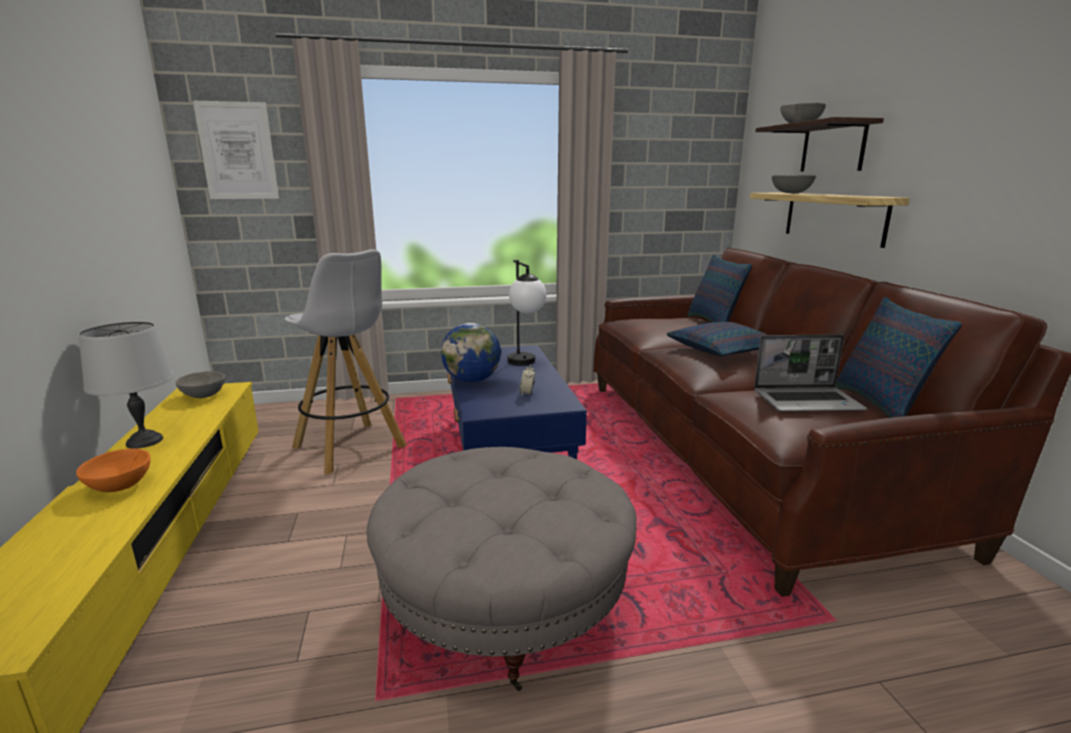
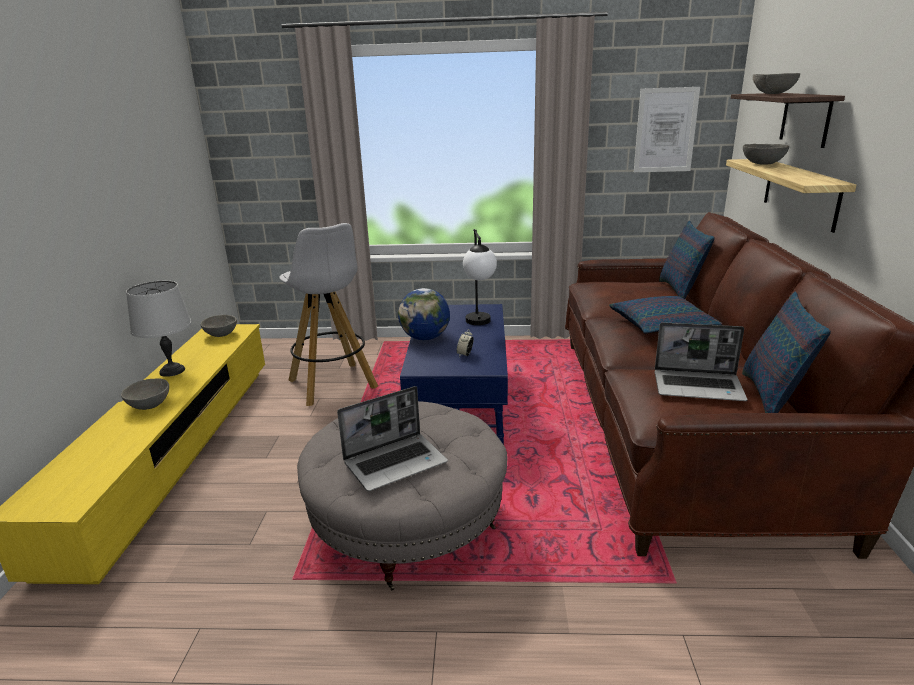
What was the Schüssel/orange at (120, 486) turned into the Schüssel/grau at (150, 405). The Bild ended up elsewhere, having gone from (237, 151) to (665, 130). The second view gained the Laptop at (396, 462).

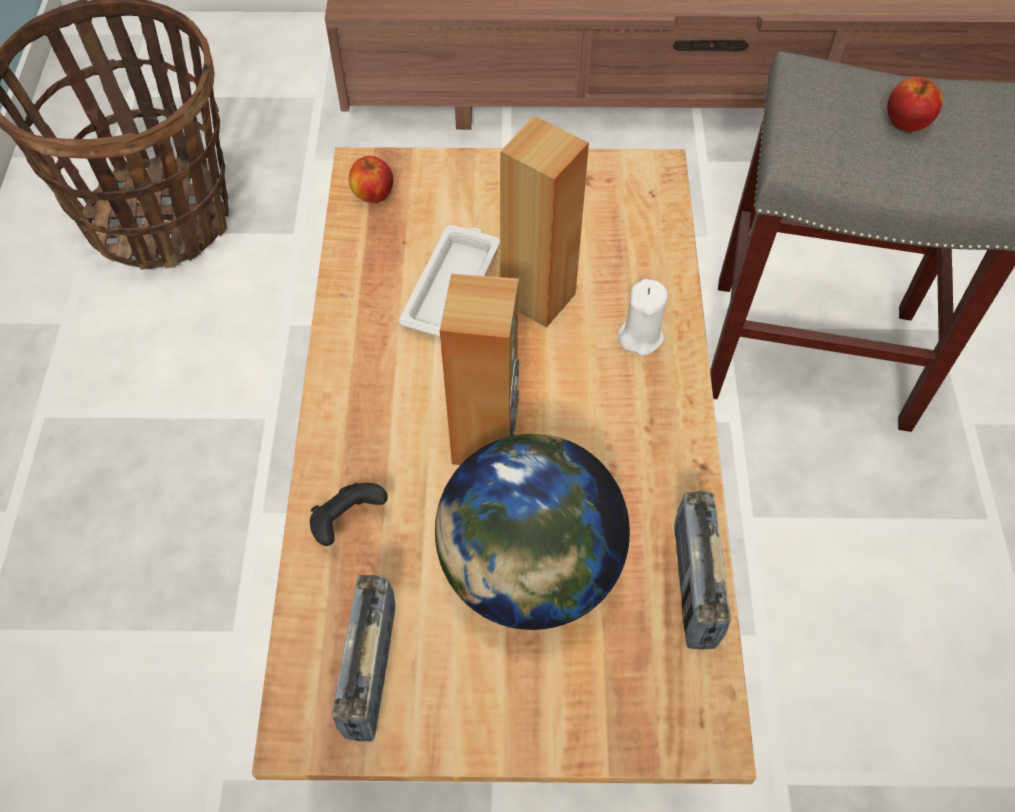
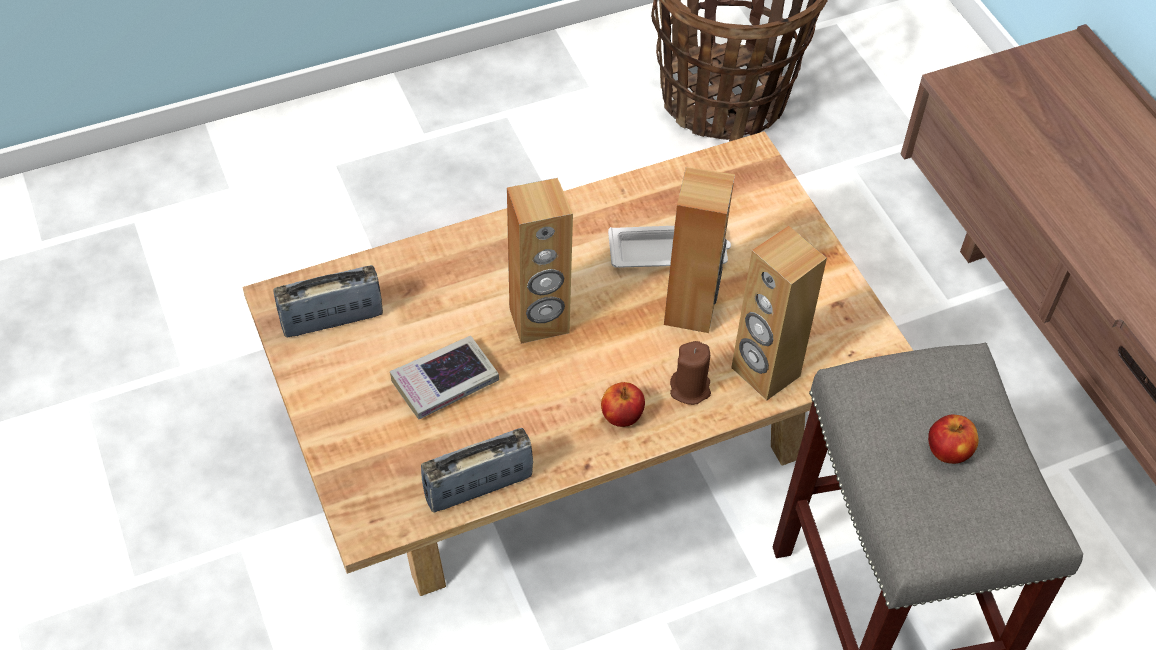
The second view lost the Gamepad/schwarz at (347, 521). The Apfel ended up elsewhere, having gone from (373, 195) to (621, 416). Where the Globus stood at (529, 570), the Buch came to stand at (445, 382). What was the Kerze/weiß at (640, 336) turned into the Kerze/braun at (690, 389). The second view gained the Lautsprecher/braun at (765, 372).

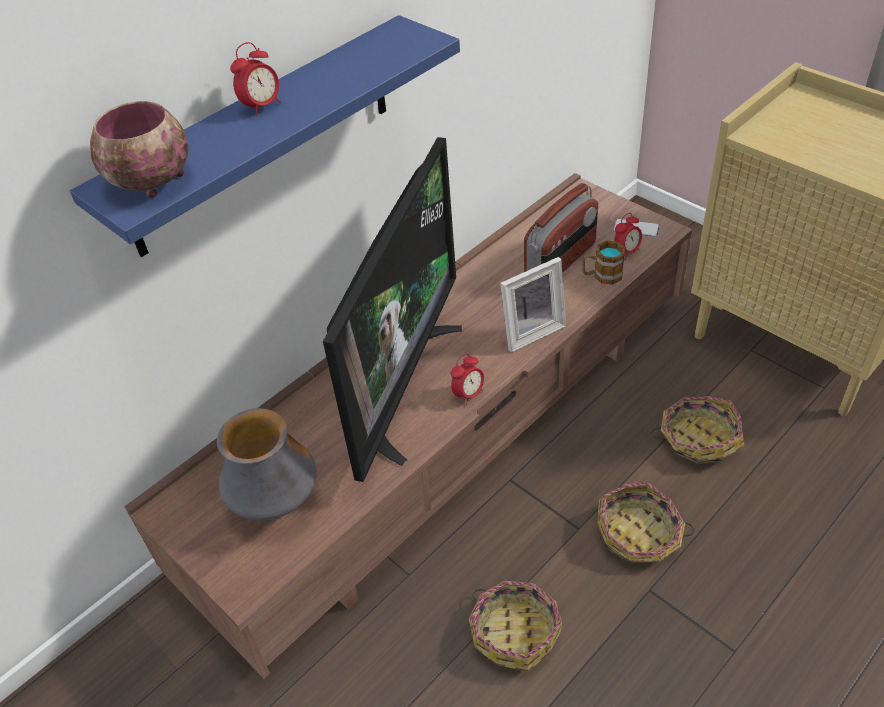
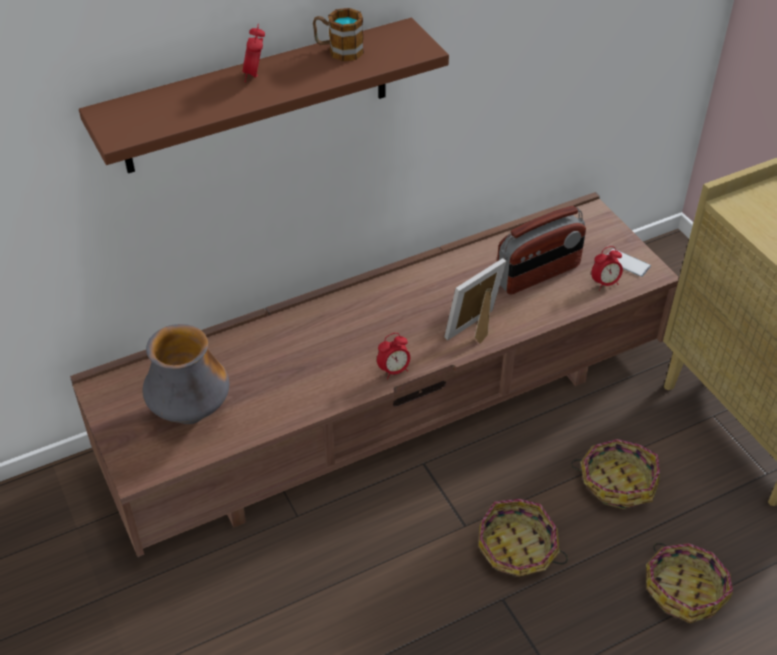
What was the Wandregal/blau at (261, 136) turned into the Wandregal/braun at (257, 97). The second view lost the Schüssel at (152, 183). The Wecker at (262, 106) ended up facing another way, 120 degrees clockwise from before. The second view lost the Fernseher at (401, 385). The Korb ended up elsewhere, having gone from (515, 631) to (684, 589). The Bilderrahmen at (530, 331) ended up facing another way, 150 degrees clockwise from before. The Henkelbecher ended up elsewhere, having gone from (602, 275) to (338, 51).

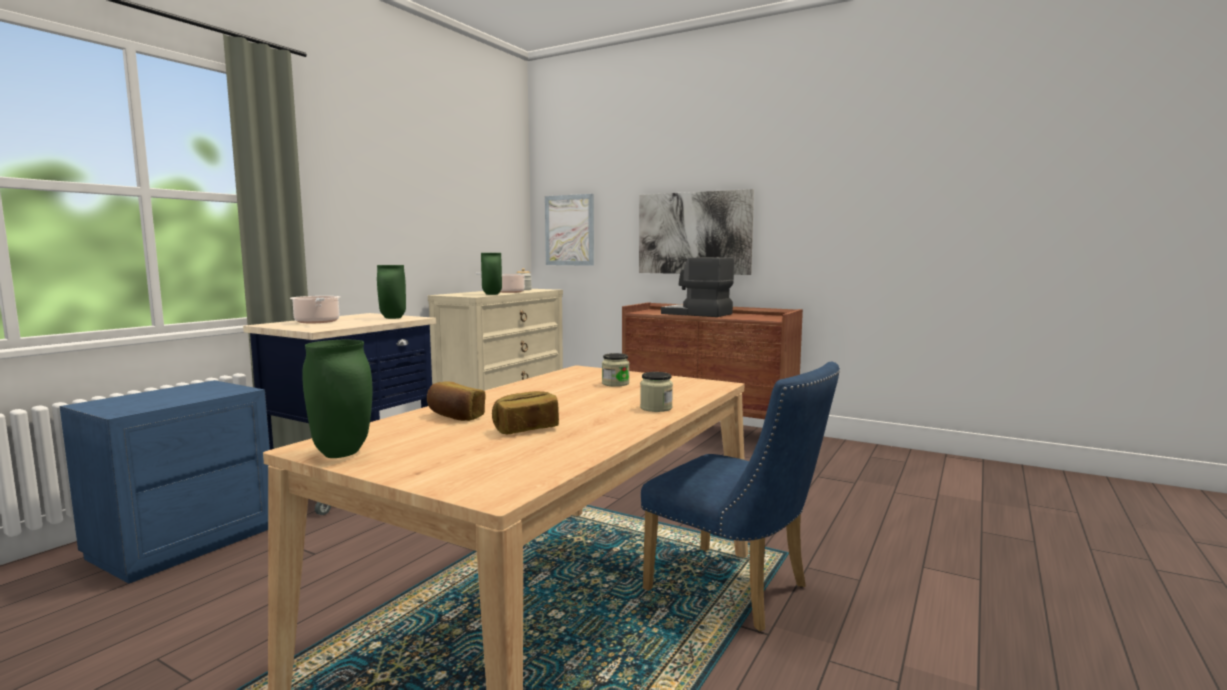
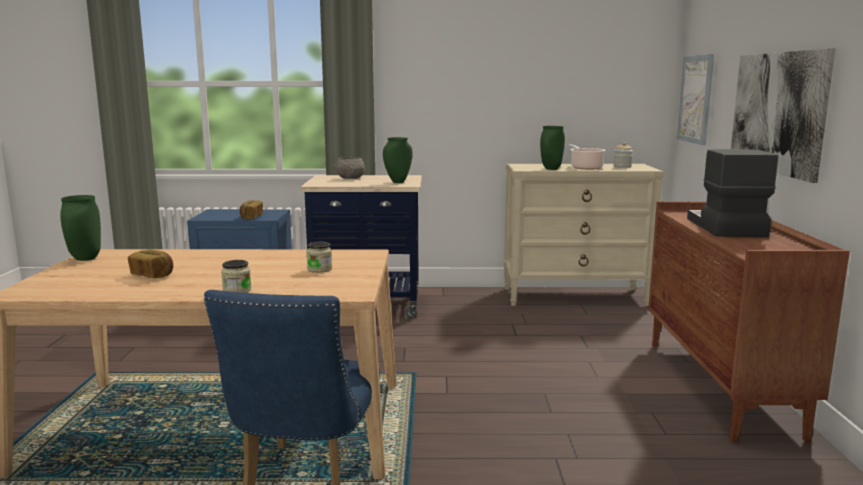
Where the Kochtopf stood at (317, 322), the Schüssel/grau came to stand at (350, 178). The Brot ended up elsewhere, having gone from (455, 416) to (251, 217).

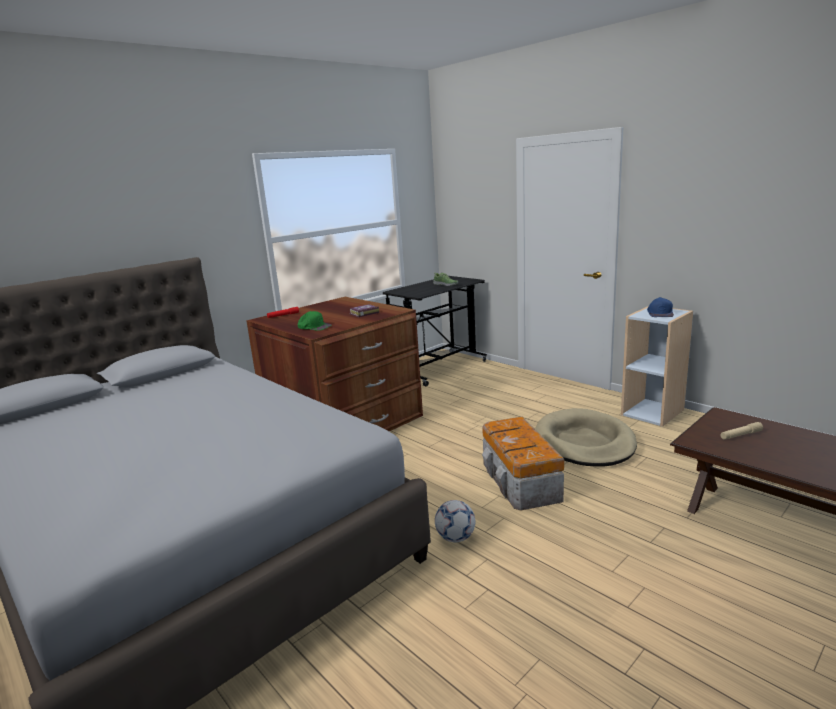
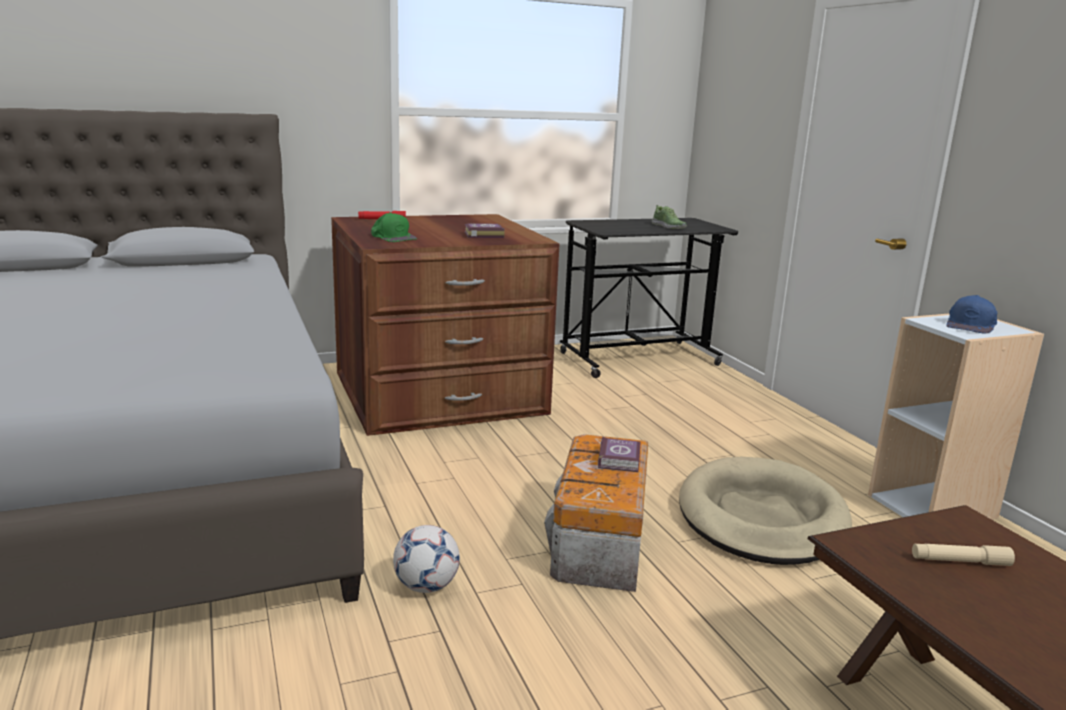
The second view gained the Buch at (620, 459).

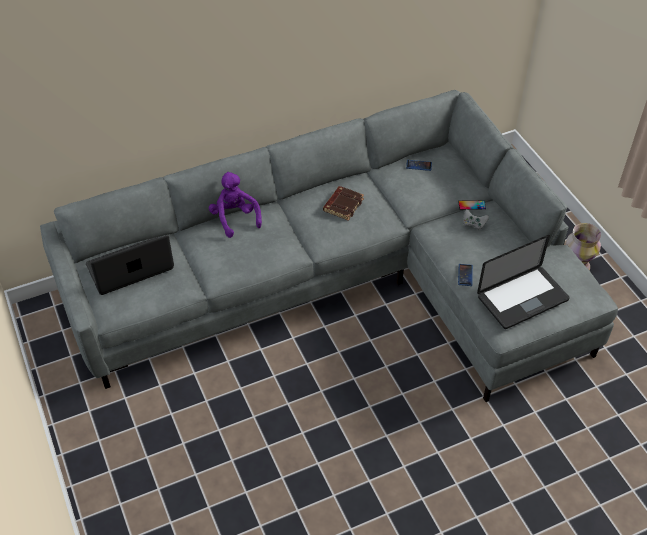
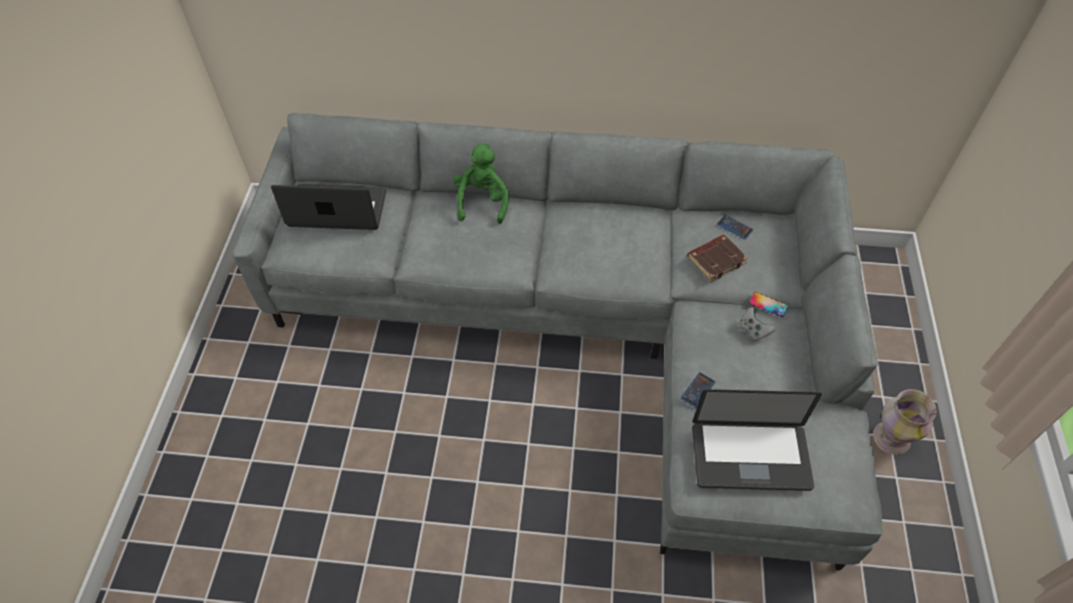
What was the Plüschtier/lila at (235, 218) turned into the Plüschtier/grün at (482, 201). The Buch/braun ended up elsewhere, having gone from (343, 205) to (716, 259).

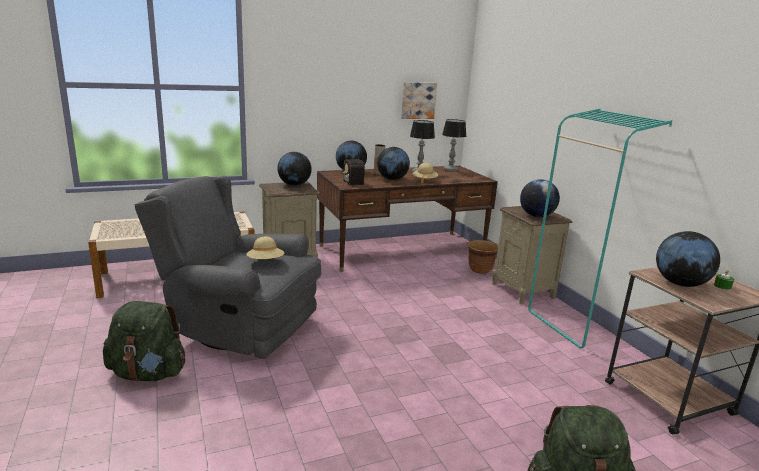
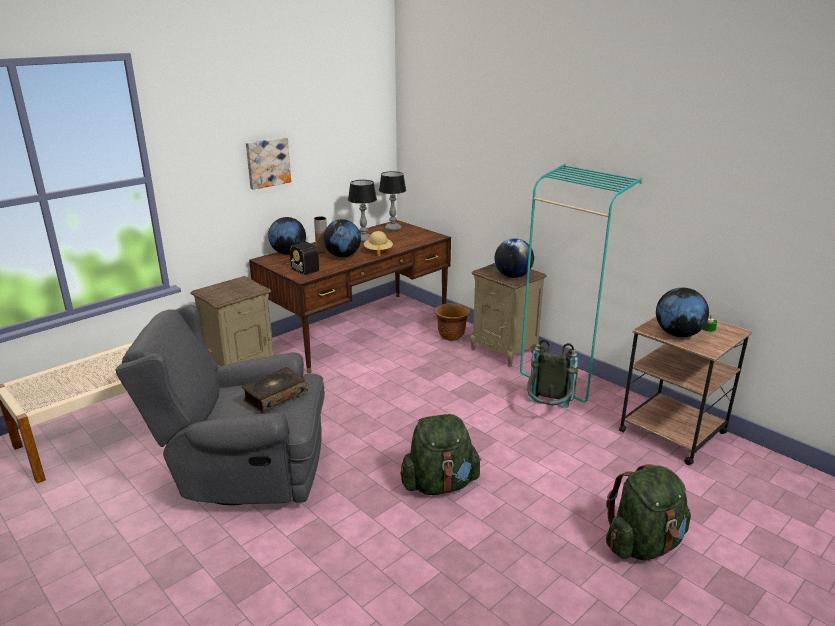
The Rucksack/grün ended up elsewhere, having gone from (148, 373) to (440, 484). Where the Hut/beige stood at (265, 262), the Buch came to stand at (275, 396). The second view lost the Globus at (294, 185). The Bild ended up elsewhere, having gone from (418, 100) to (267, 162). The second view gained the Rucksack/grau at (548, 411).

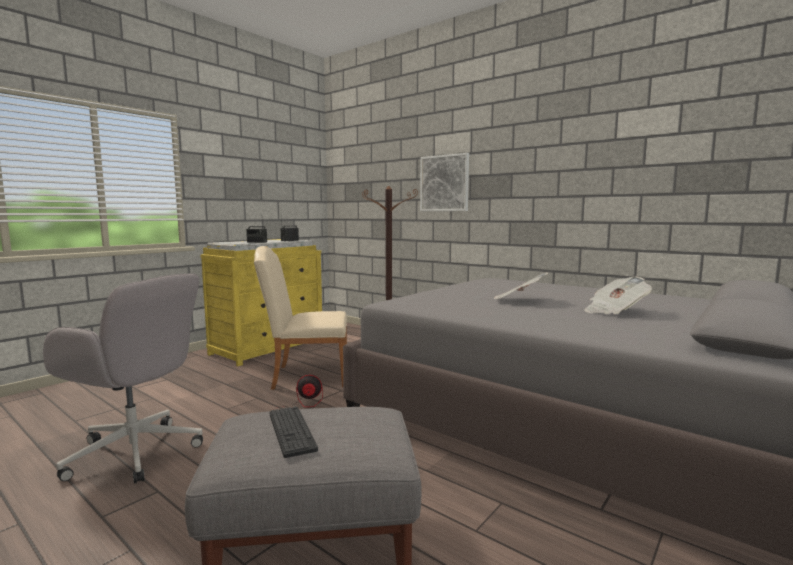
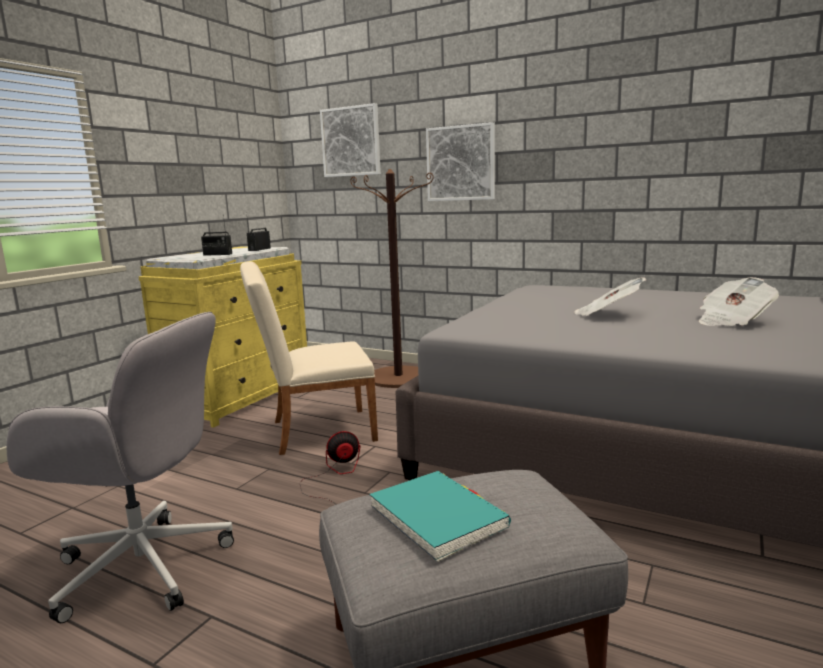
Where the Tastatur stood at (291, 431), the Buch/türkis came to stand at (437, 518). The second view gained the Bild at (351, 141).

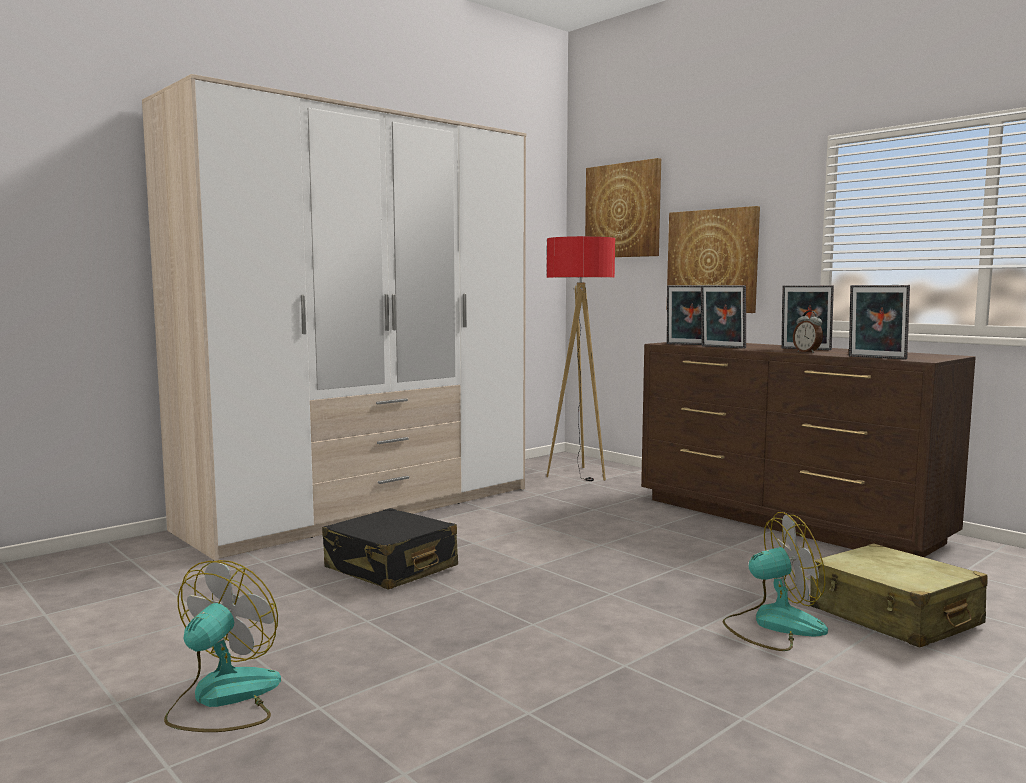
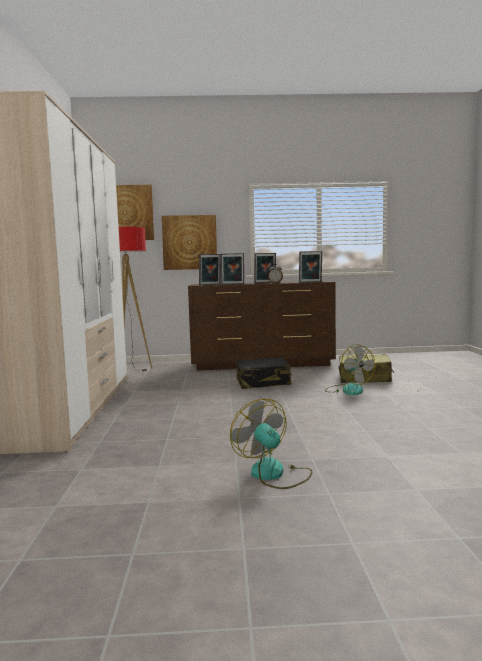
The Koffer/schwarz ended up elsewhere, having gone from (390, 568) to (263, 382). The Ventilator at (773, 625) ended up facing another way, 120 degrees clockwise from before.

